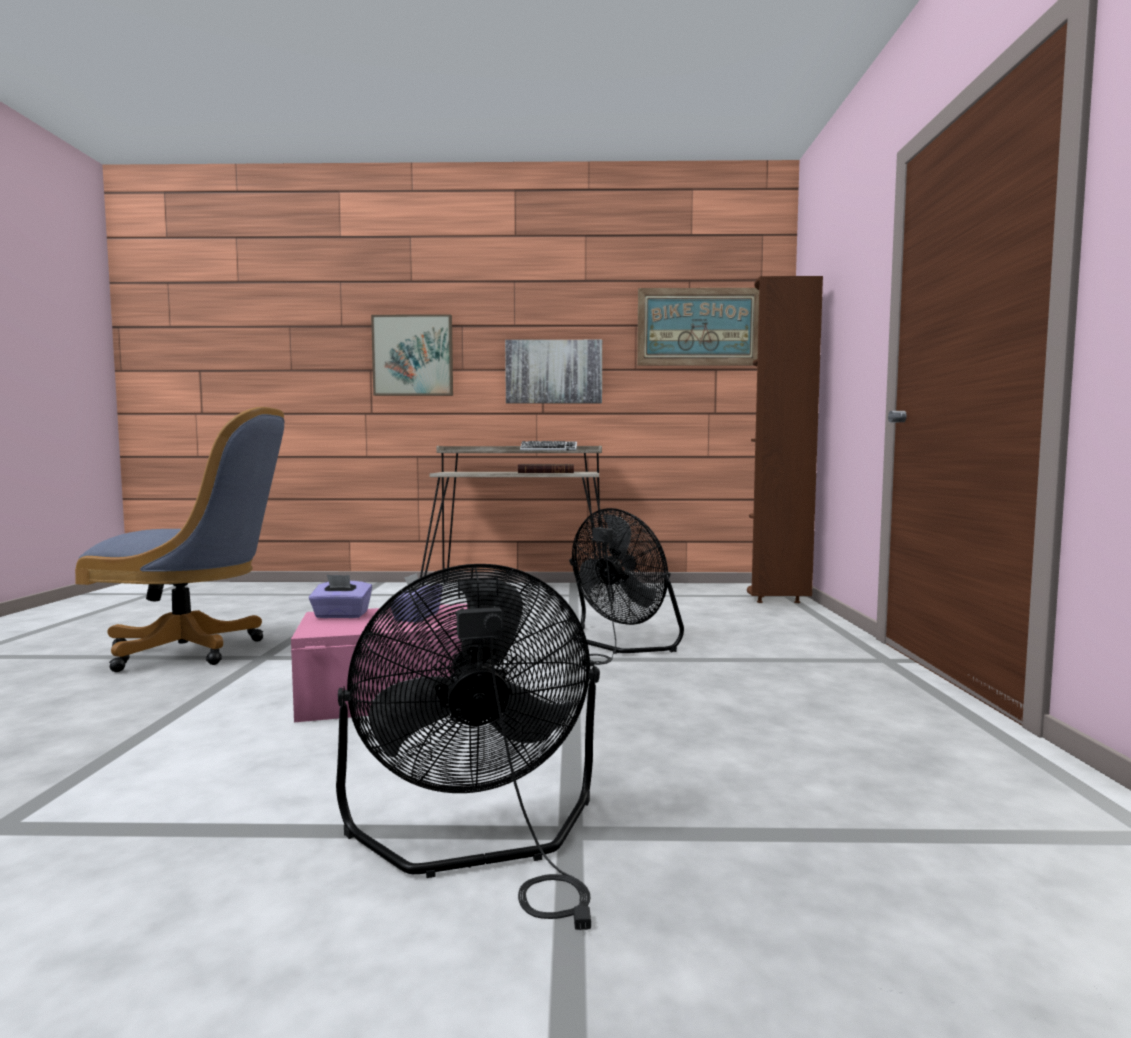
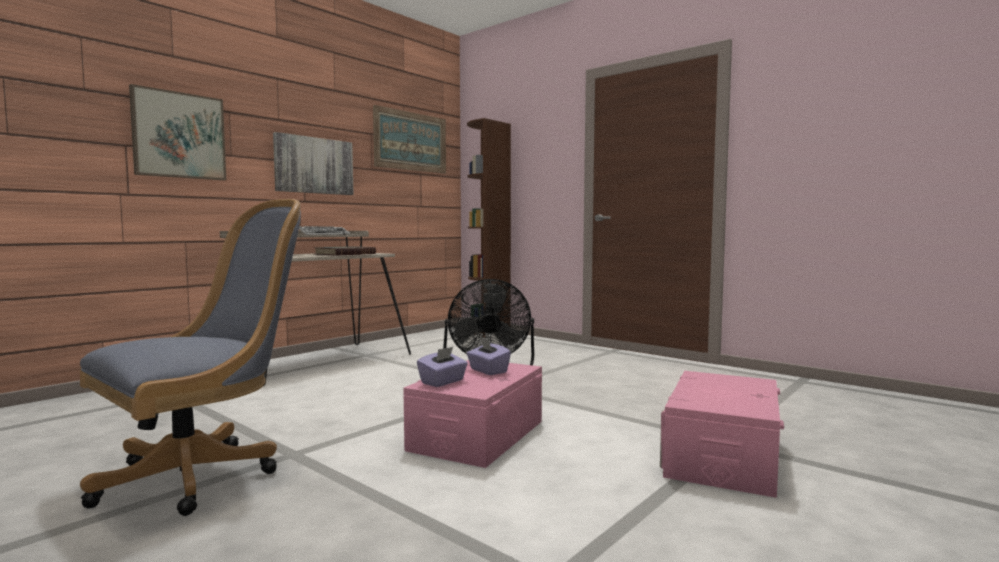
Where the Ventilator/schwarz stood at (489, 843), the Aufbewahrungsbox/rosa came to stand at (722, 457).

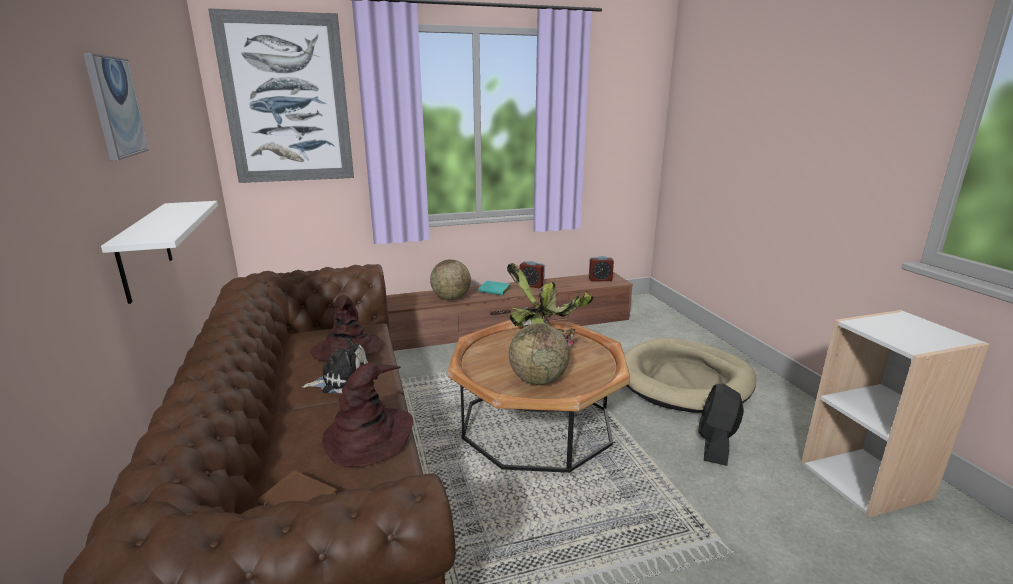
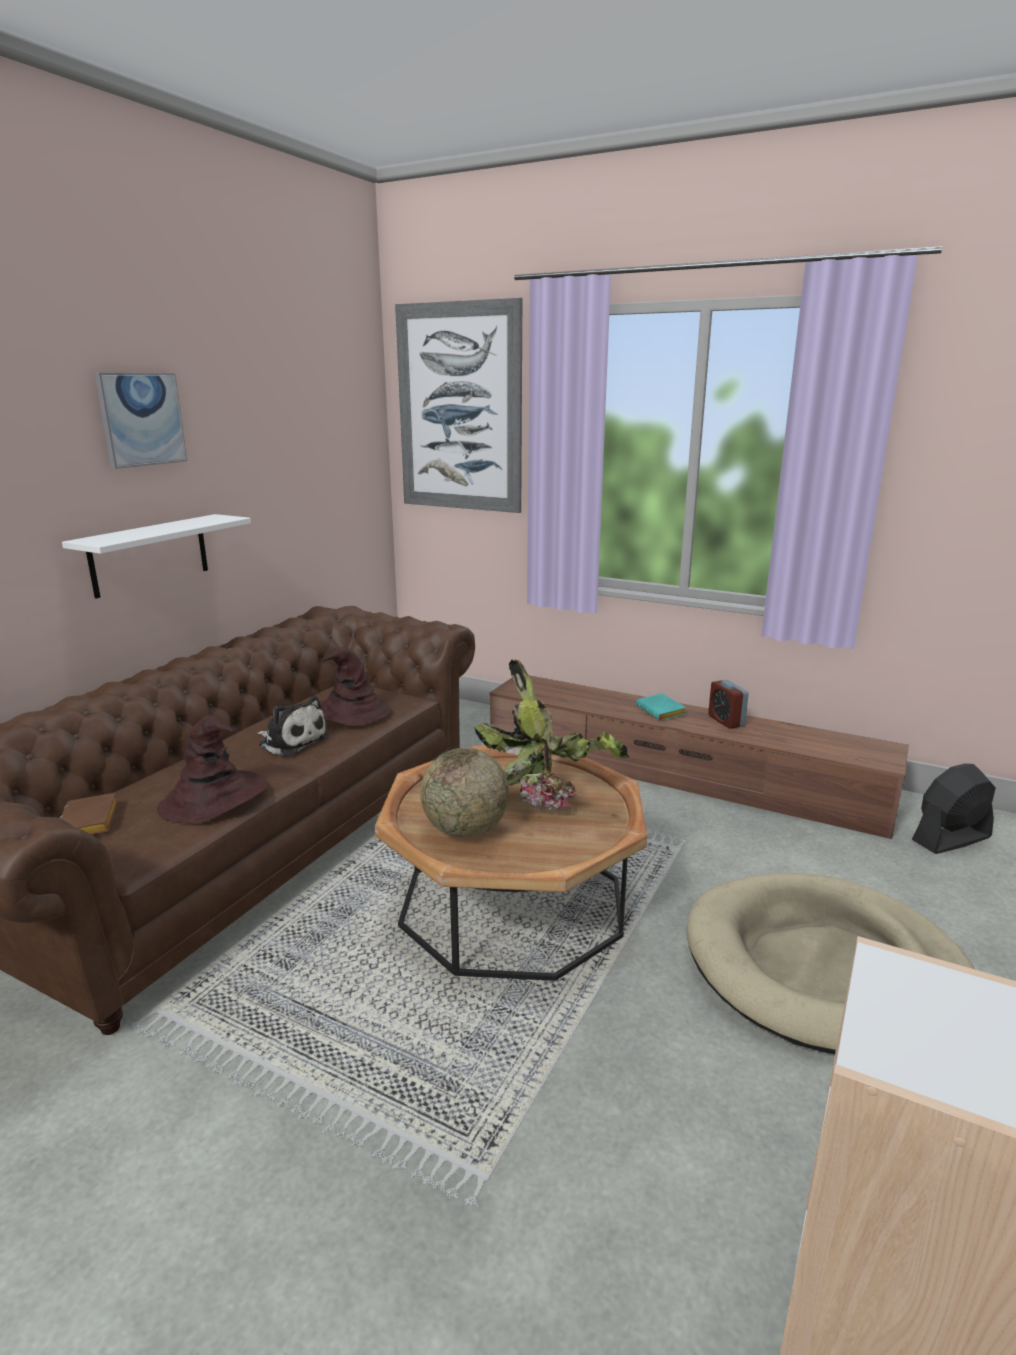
The second view lost the Globus at (451, 298). The second view lost the Wecker at (600, 279). The Ventilator/schwarz ended up elsewhere, having gone from (715, 445) to (951, 839).

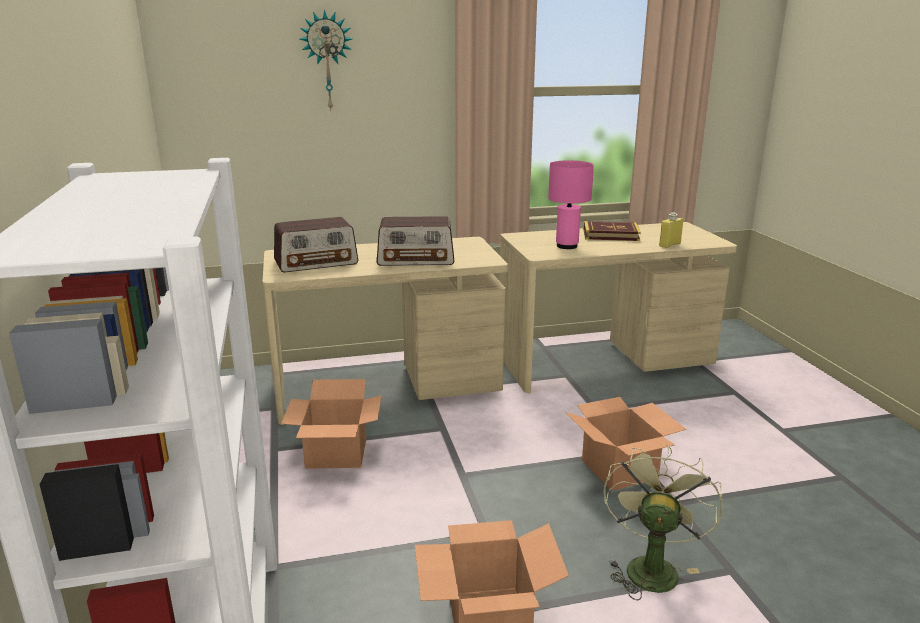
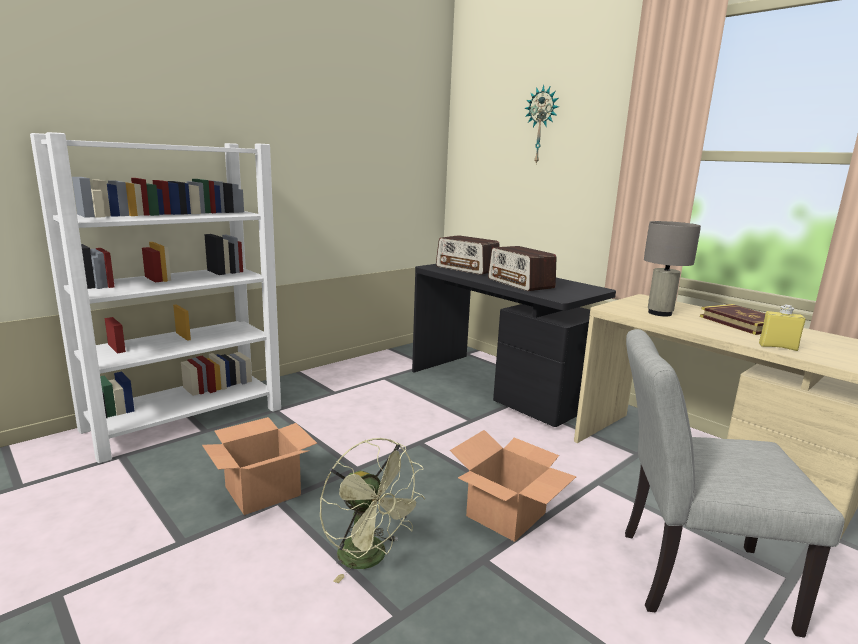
What was the Schreibtisch/beige at (388, 387) turned into the Schreibtisch/schwarz at (500, 388). The second view lost the Karton at (337, 453). What was the Tischlampe/rosa at (567, 246) turned into the Tischlampe/grau at (660, 313). The Ventilator/grün at (650, 566) ended up facing another way, 60 degrees clockwise from before. The second view gained the Stuhl/grau at (688, 576).

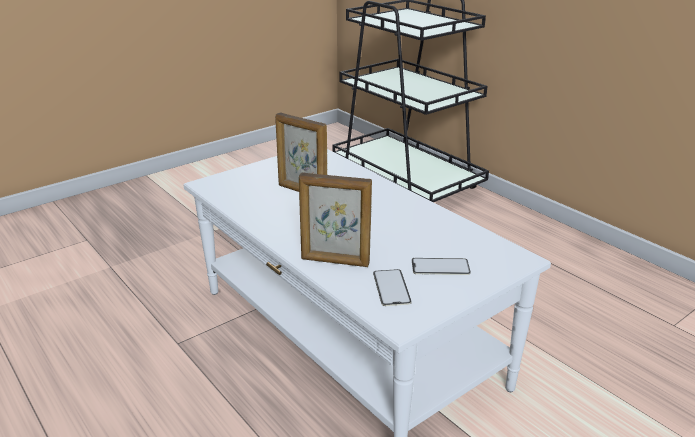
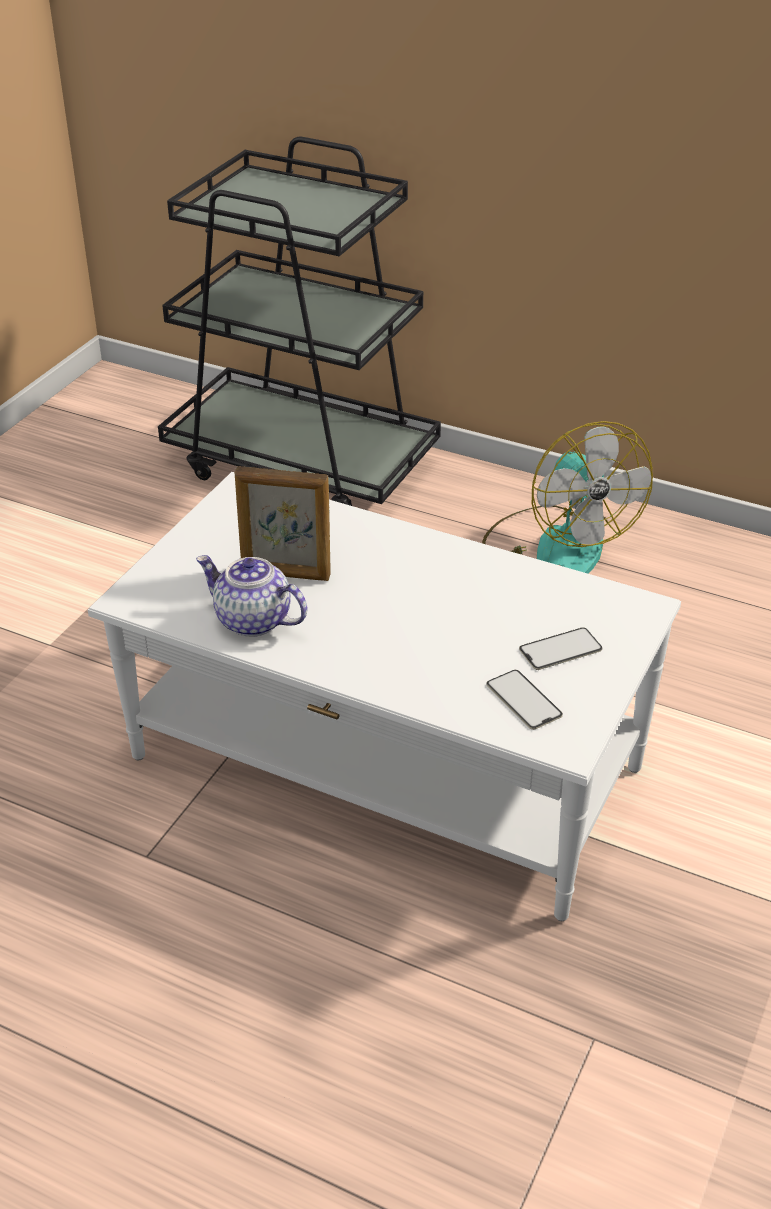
The second view lost the Bilderrahmen at (335, 261). The second view gained the Teekanne at (252, 620). The second view gained the Ventilator at (558, 544).

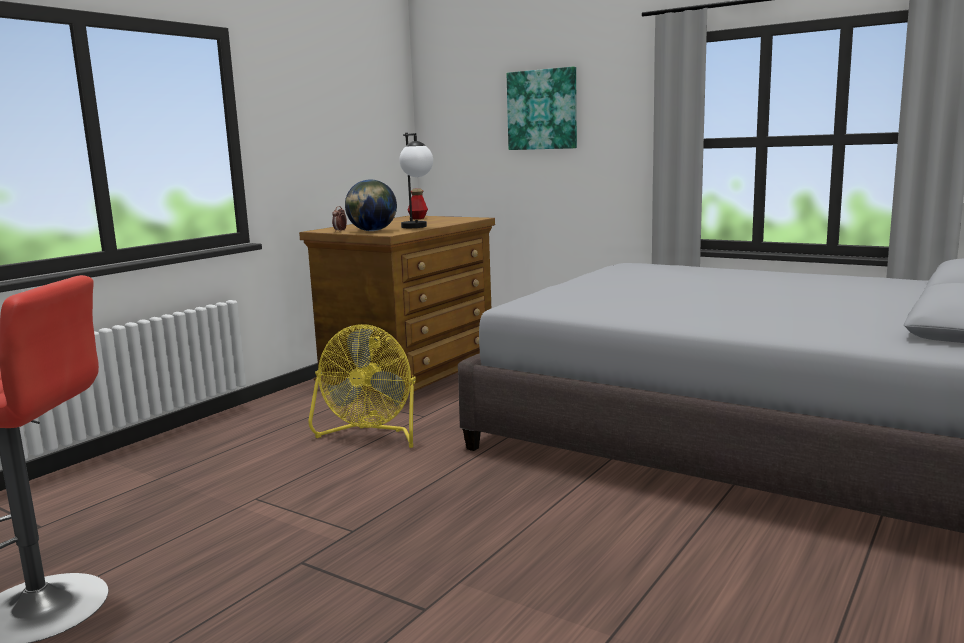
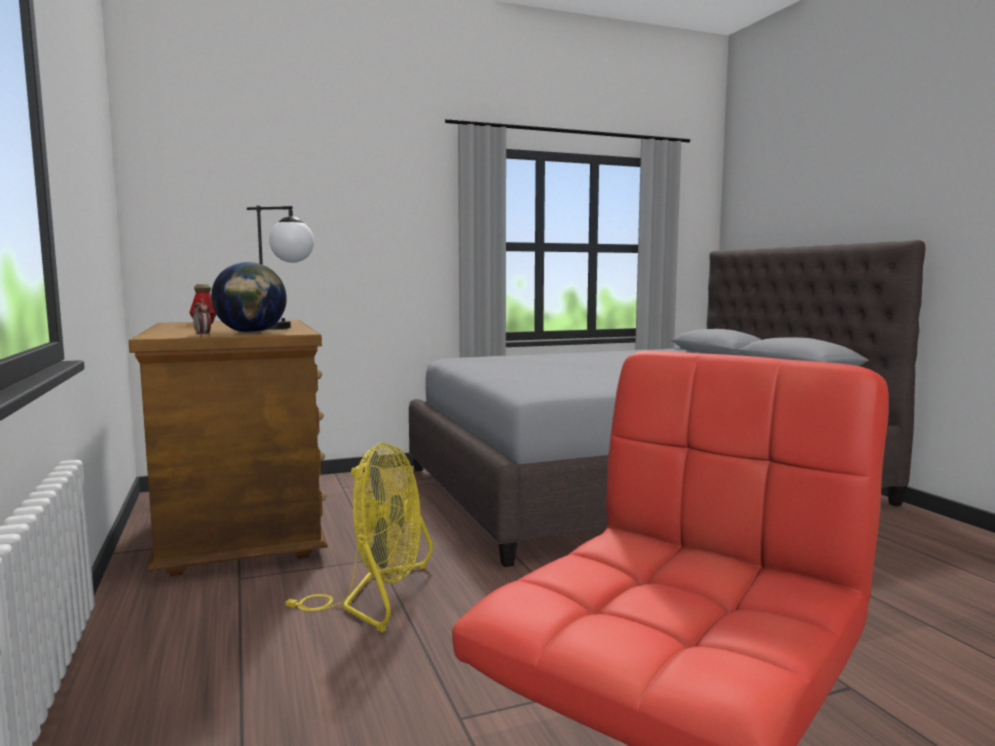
The Ventilator/gelb at (369, 434) ended up facing another way, 45 degrees counterclockwise from before. The second view lost the Bild at (542, 109).

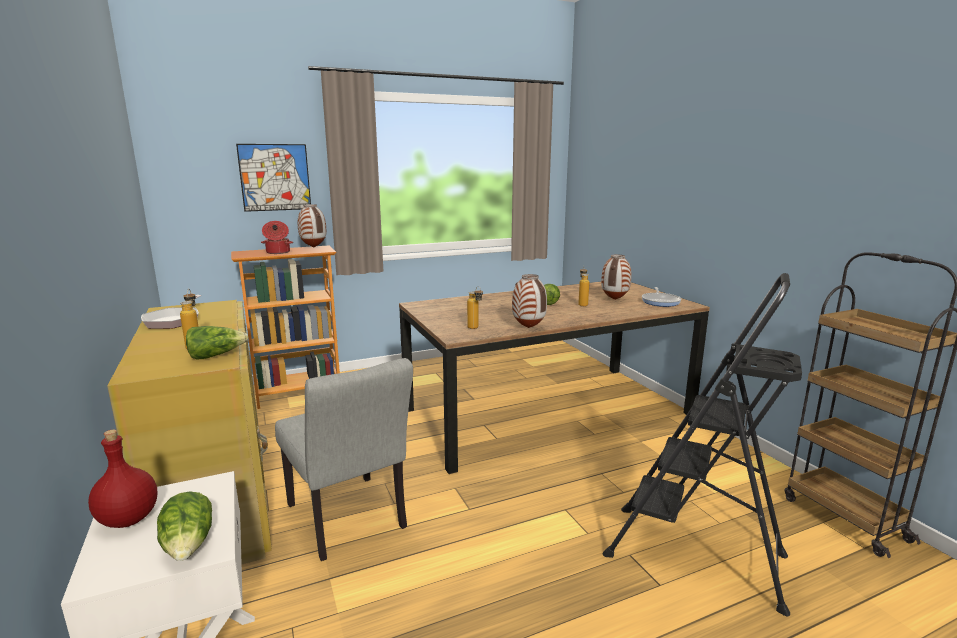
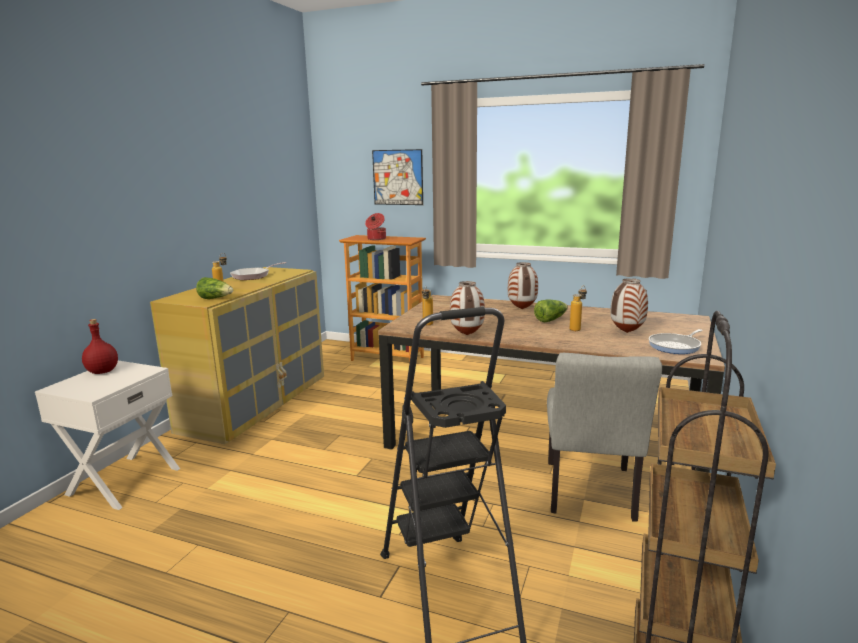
The second view lost the Salatkopf at (189, 545). The Stuhl/grau ended up elsewhere, having gone from (350, 521) to (590, 495). The Vase ended up elsewhere, having gone from (314, 247) to (522, 309).

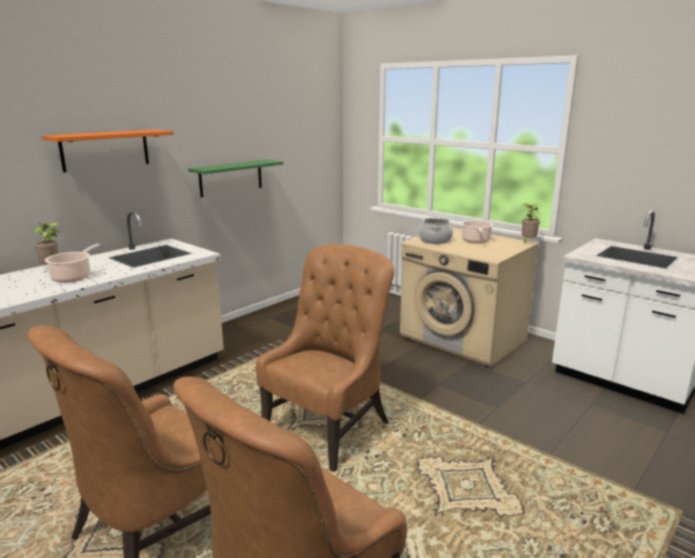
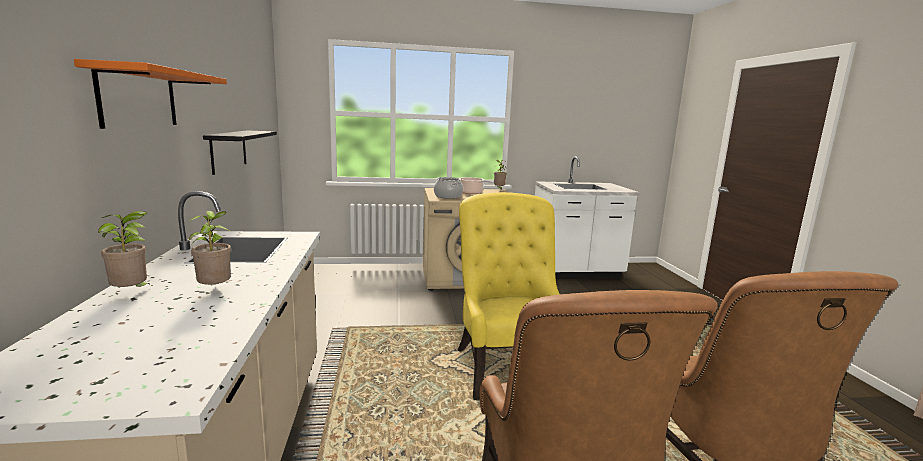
Where the Kochtopf stood at (73, 277), the Topfpflanze came to stand at (216, 290). What was the Wandregal/grün at (231, 178) turned into the Wandregal/schwarz at (229, 150). What was the Stuhl/braun at (328, 428) turned into the Stuhl/gelb at (506, 369).

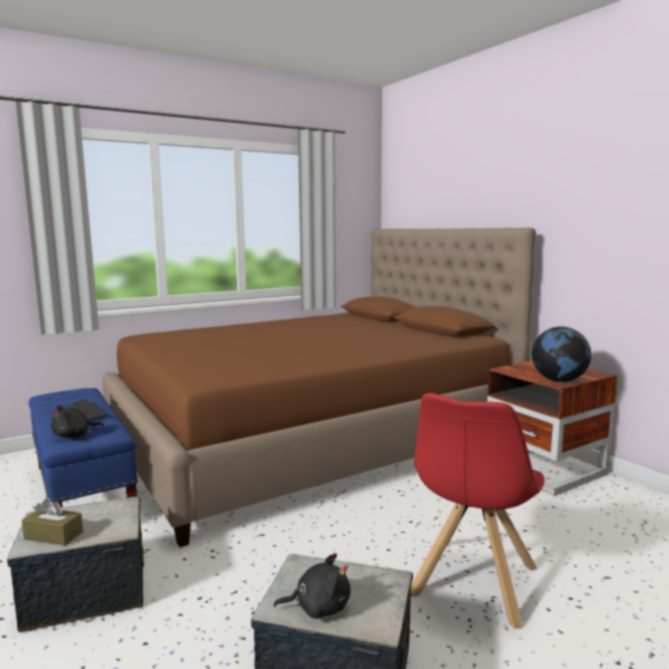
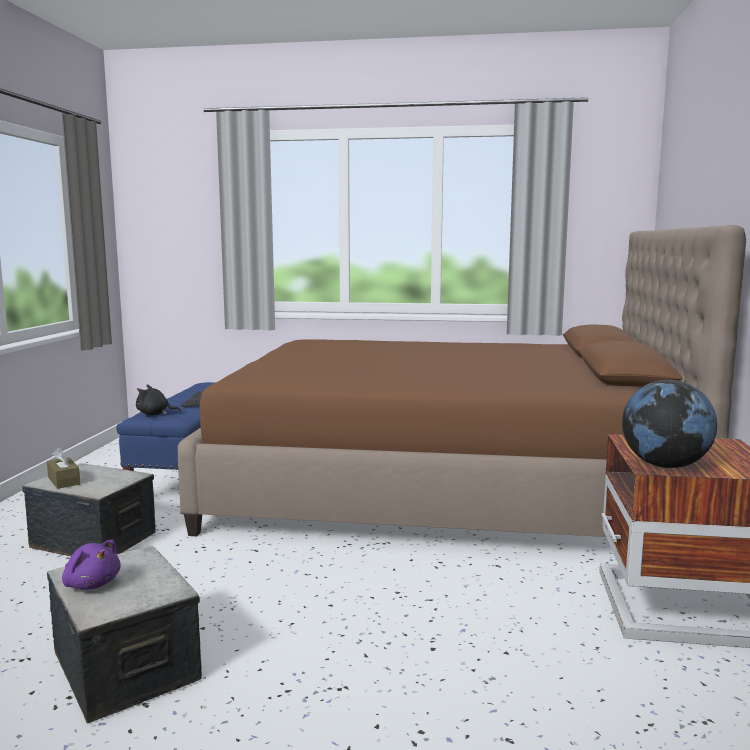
What was the Plüschtier/schwarz at (319, 607) turned into the Plüschtier/lila at (91, 584). The second view lost the Stuhl/rot at (472, 584).

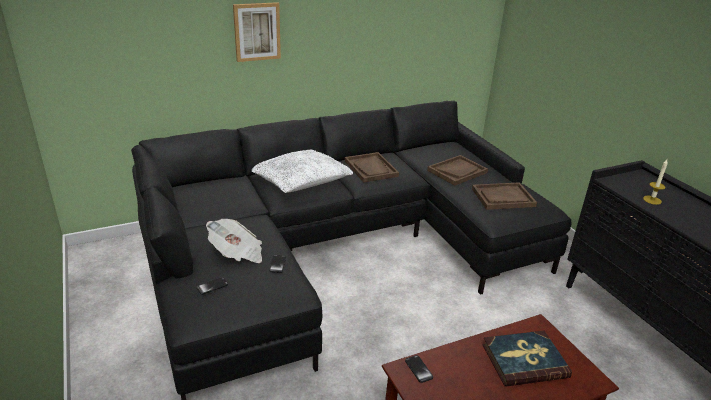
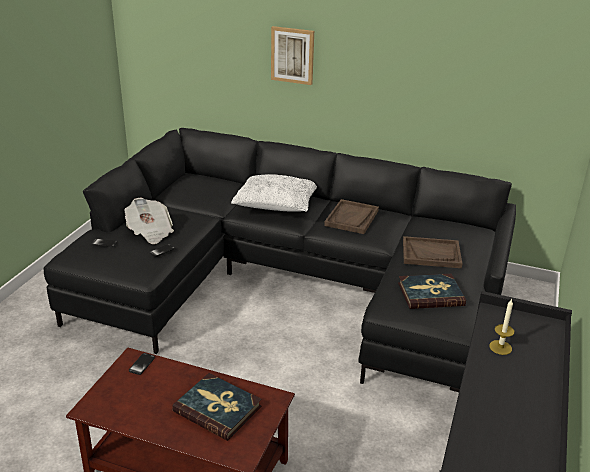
Where the Tablett/braun stood at (503, 197), the Buch came to stand at (430, 294).

